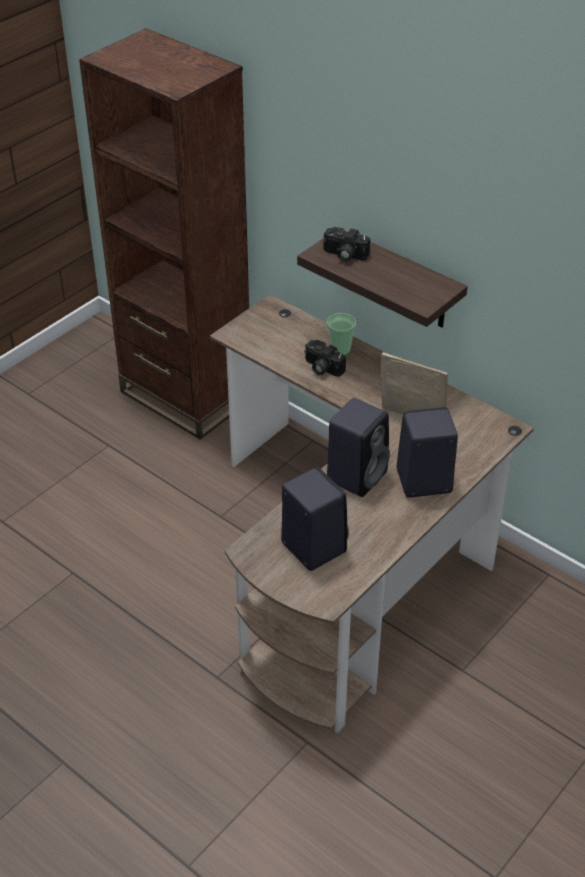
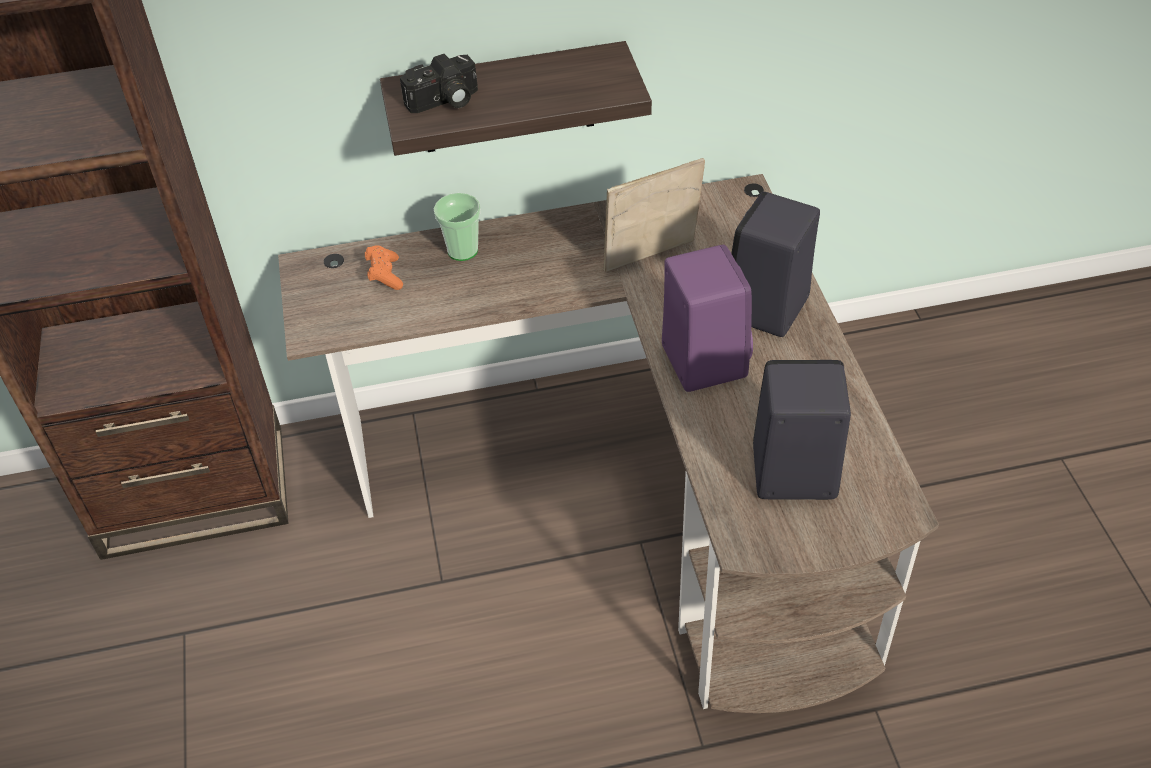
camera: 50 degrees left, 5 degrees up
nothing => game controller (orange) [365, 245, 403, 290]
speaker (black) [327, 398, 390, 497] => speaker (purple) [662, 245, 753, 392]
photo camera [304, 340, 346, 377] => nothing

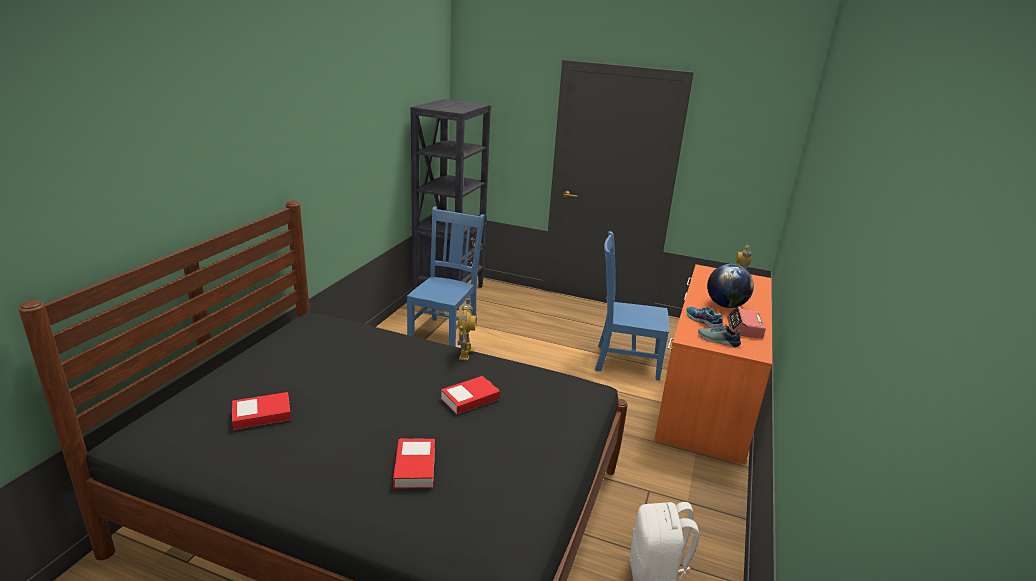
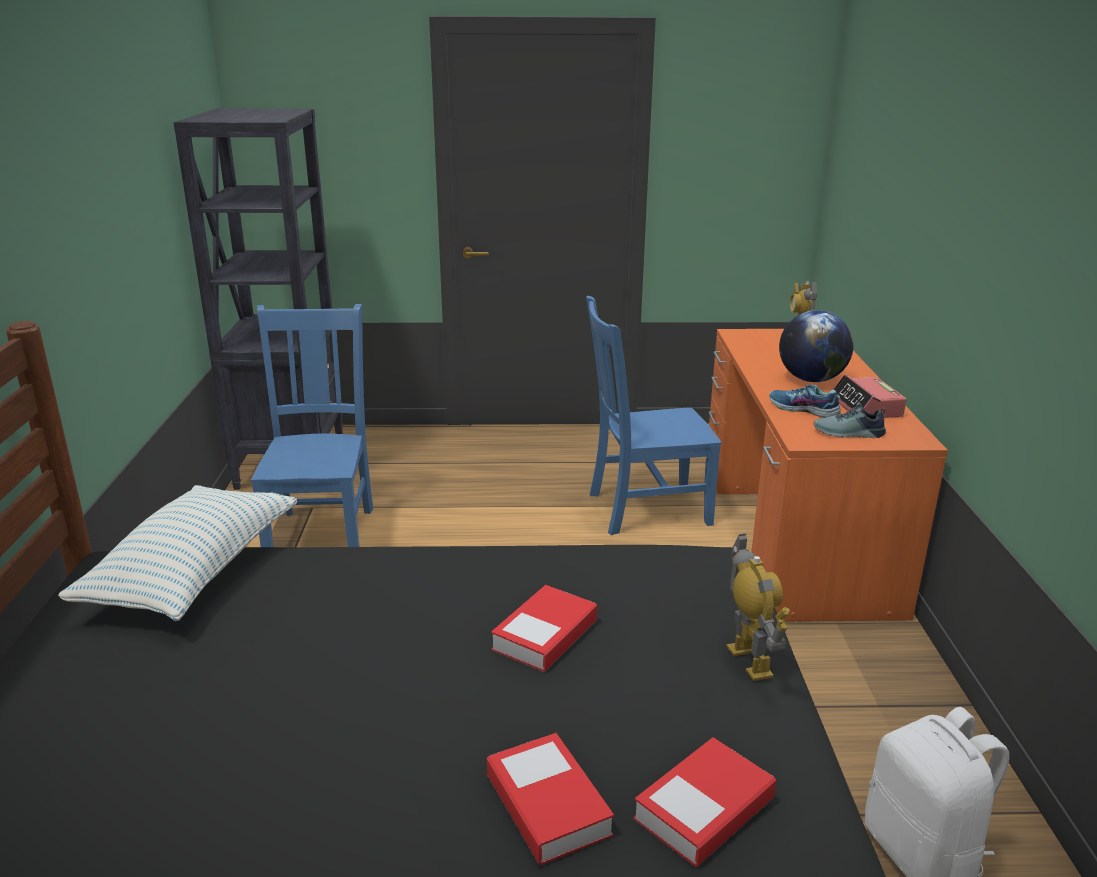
camera: 20 degrees left, 0 degrees up
nothing => pillow [58, 485, 297, 621]
book [232, 392, 291, 430] => book [634, 737, 776, 867], shifted
toy robot [457, 297, 477, 361] => toy robot [727, 534, 790, 681], shifted

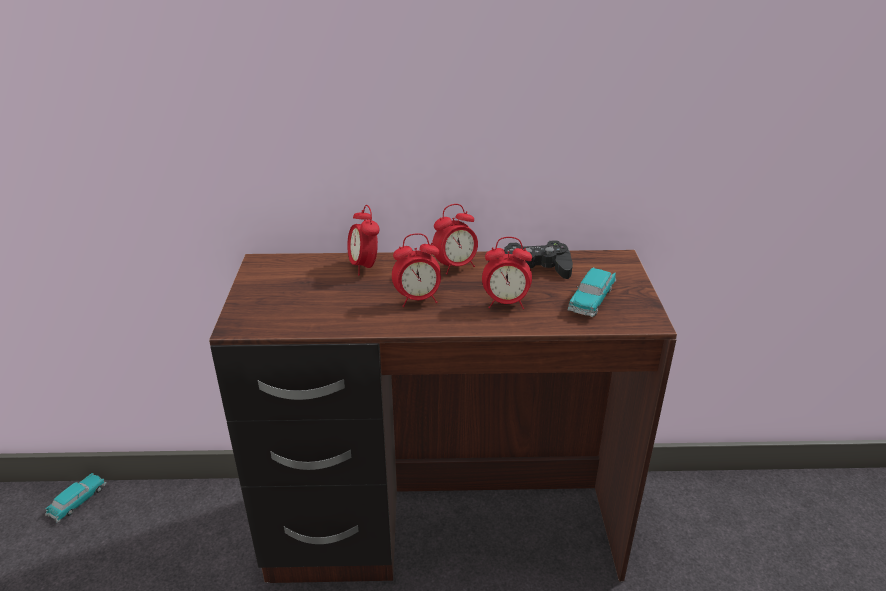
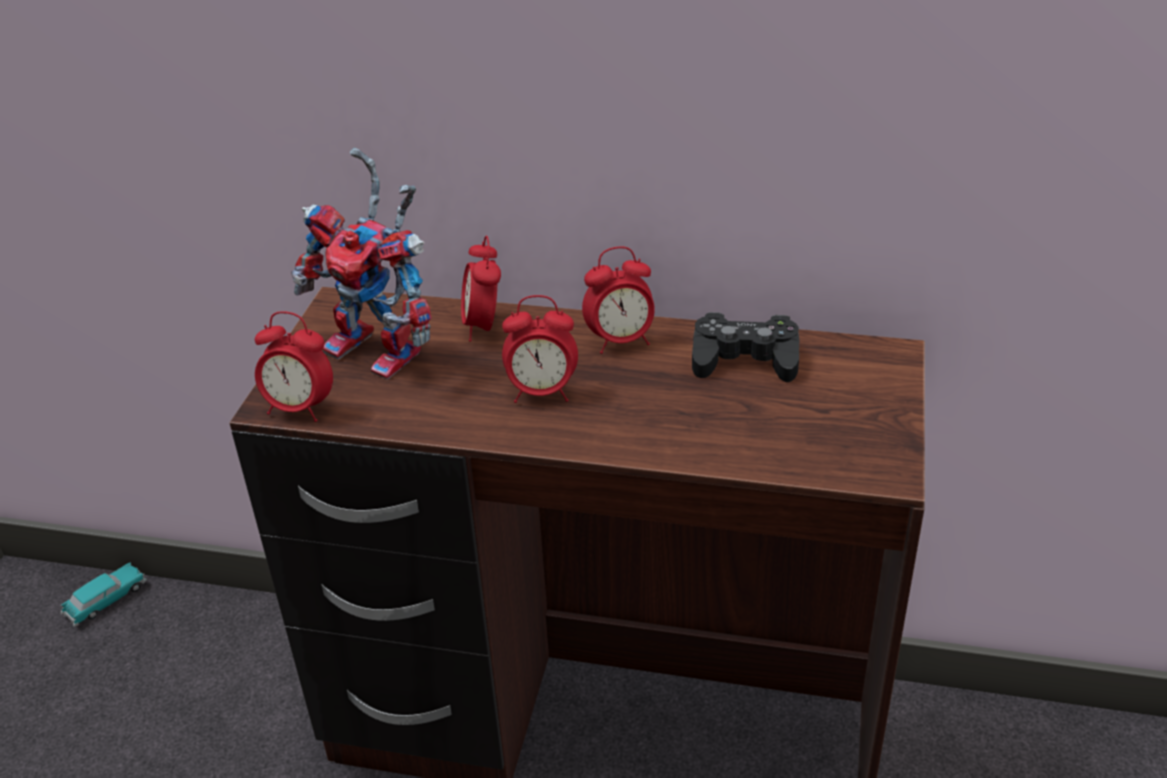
camera: 15 degrees right, 5 degrees up
alarm clock [482, 237, 532, 309] => alarm clock [255, 311, 333, 422], shifted
nothing => toy robot [291, 147, 431, 380]
toy car [567, 267, 616, 317] => nothing

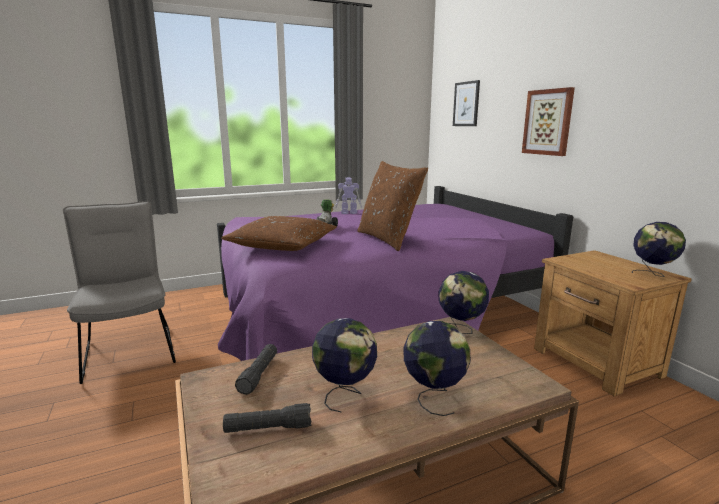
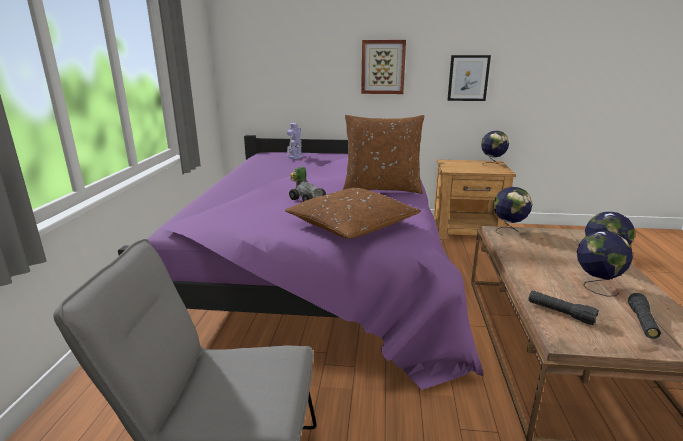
camera: 60 degrees left, 5 degrees up
toy robot [335, 178, 362, 214] => toy robot [287, 123, 303, 159], shifted
picture [453, 80, 480, 126] => picture [447, 55, 491, 101], shifted

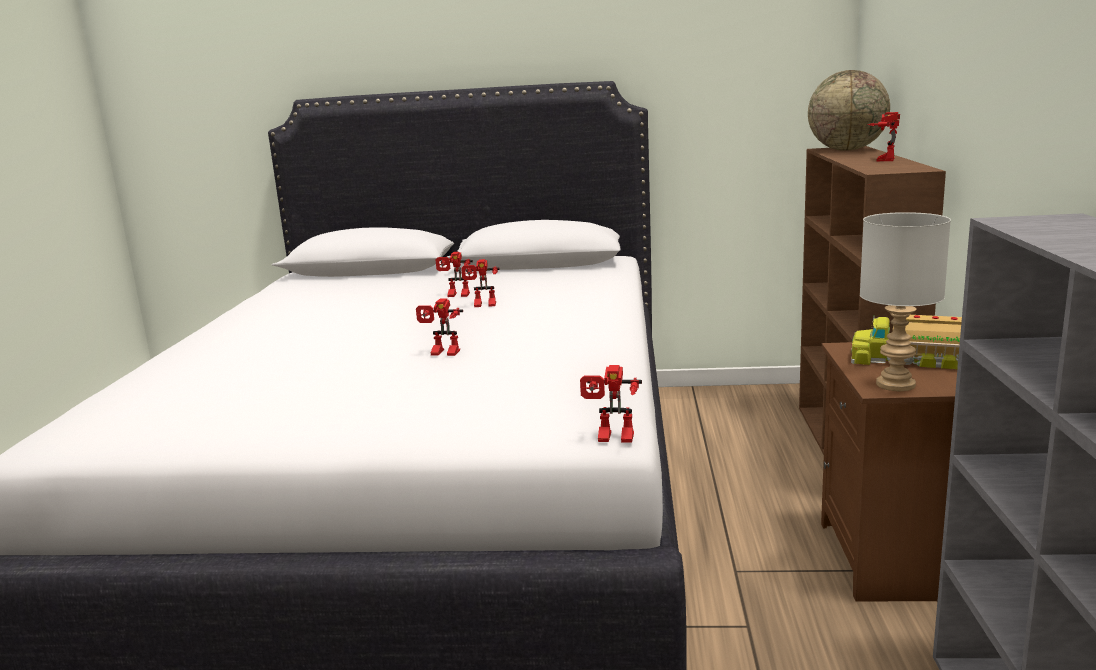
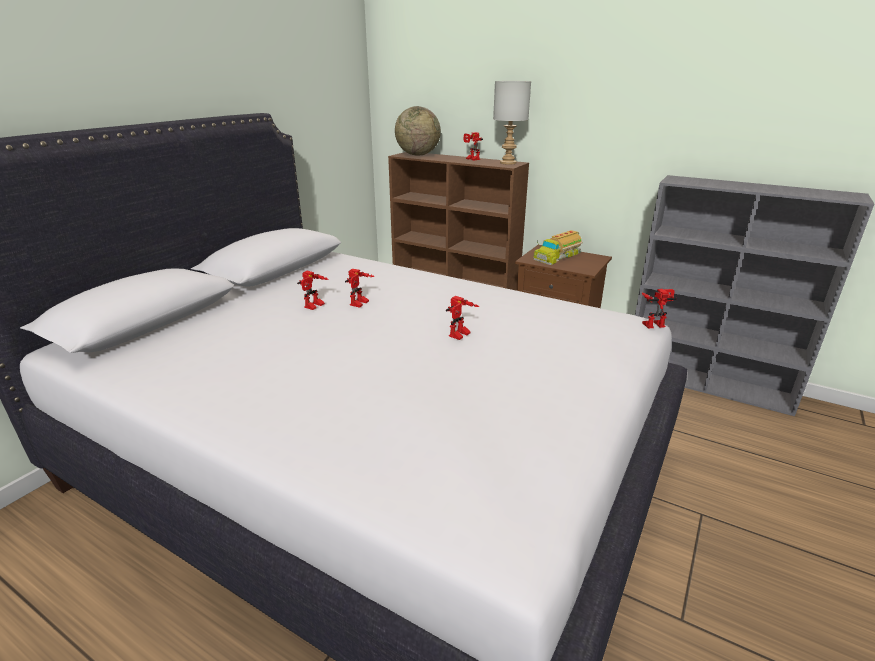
camera: 65 degrees left, 10 degrees up
table lamp (grey) [860, 212, 951, 391] => table lamp (grey) [493, 81, 531, 165], shifted
toy robot [580, 365, 642, 443] => toy robot [642, 289, 677, 329], 135 degrees counterclockwise

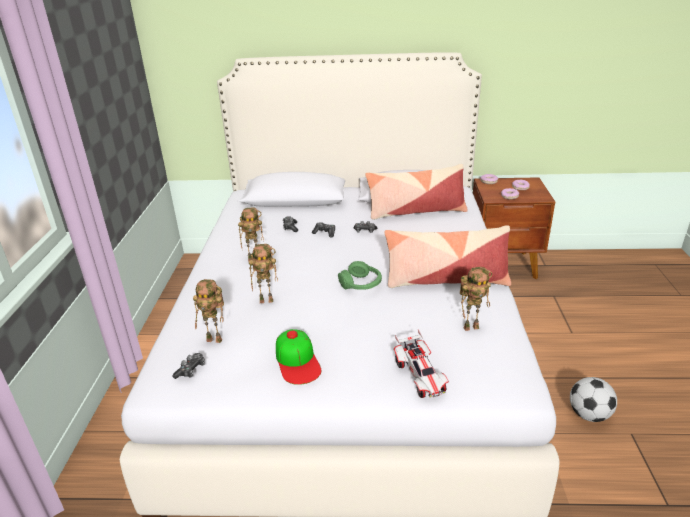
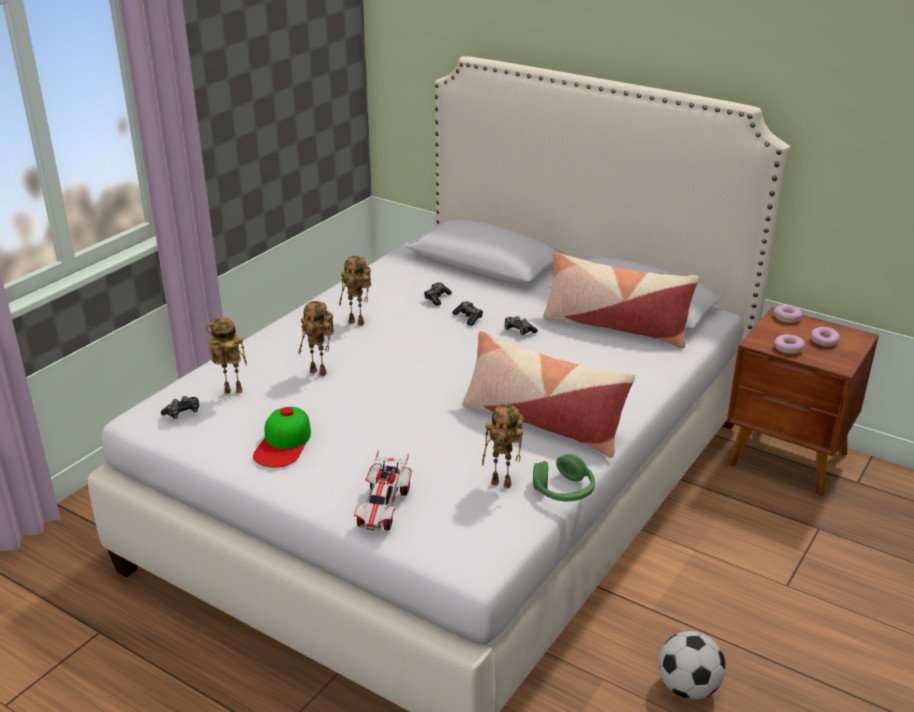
camera: 30 degrees right, 0 degrees up
toy robot [193, 279, 224, 343] => toy robot [206, 318, 247, 394], 135 degrees clockwise
headphones (green) [338, 261, 382, 290] => headphones (green) [533, 454, 595, 502], shifted

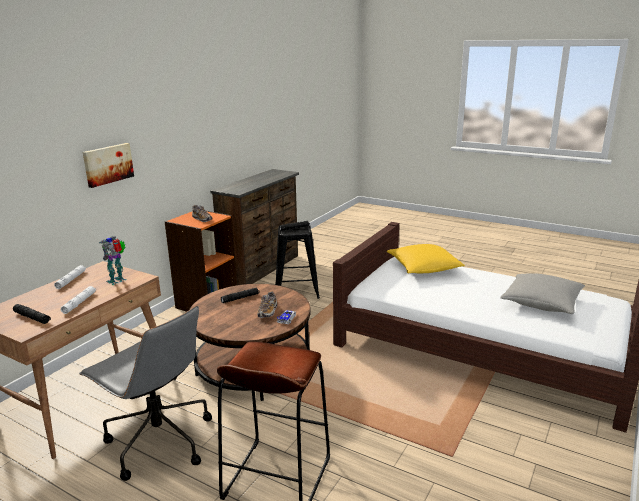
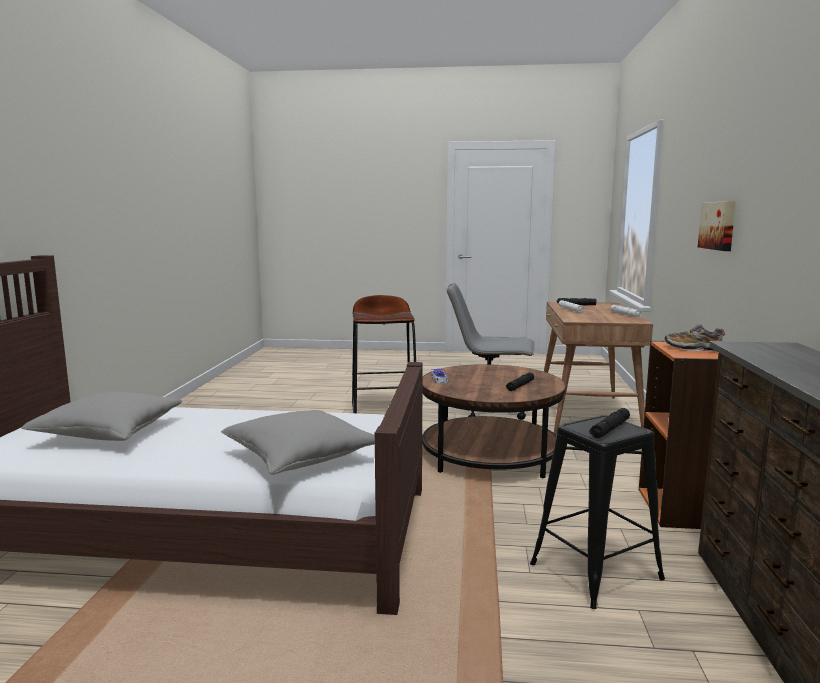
camera: 155 degrees right, 10 degrees down
pillow (yellow) [387, 244, 465, 273] => pillow (grey) [221, 410, 375, 475]
toy robot [99, 236, 127, 285] => nothing
shoe [257, 291, 277, 318] => nothing

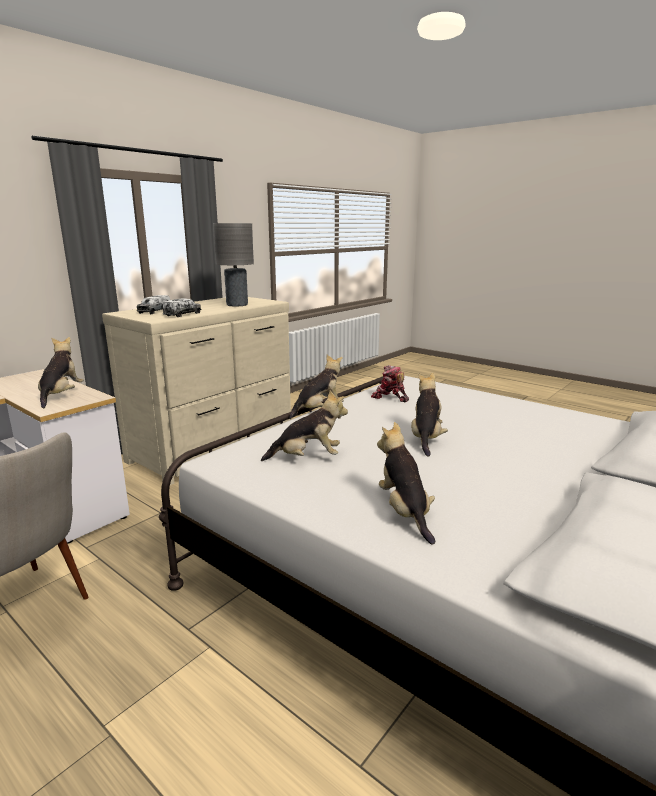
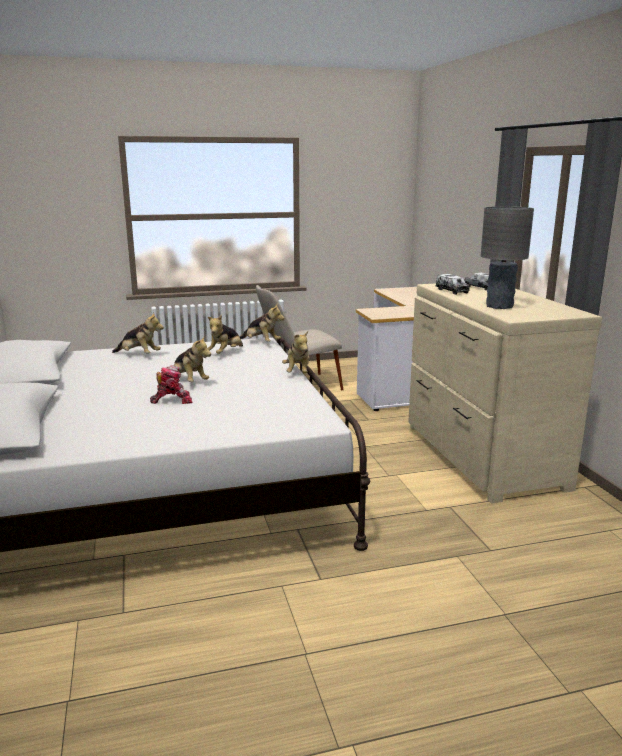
camera: 125 degrees right, 0 degrees up
toy robot [371, 365, 409, 402] => toy robot [150, 365, 192, 404], shifted
plush toy [38, 337, 84, 408] => plush toy [239, 304, 285, 342], shifted

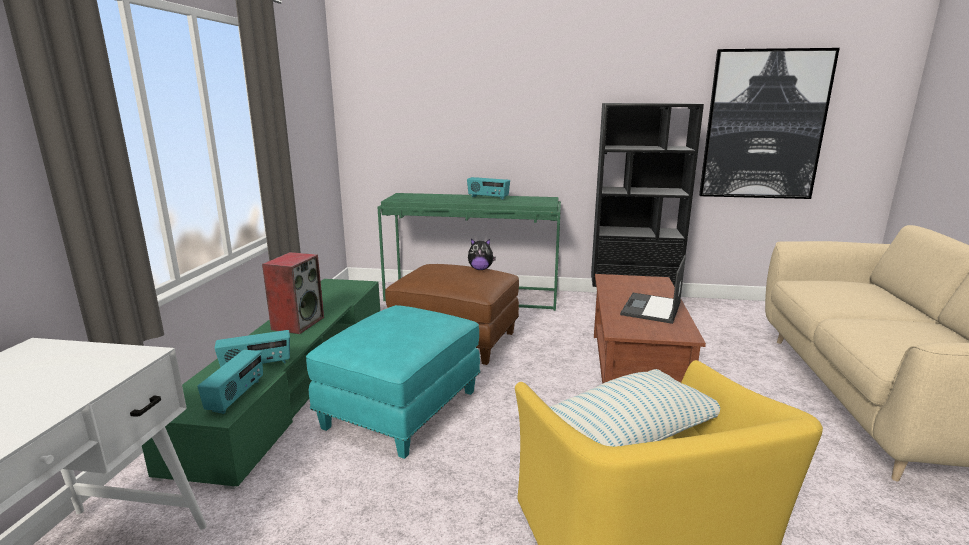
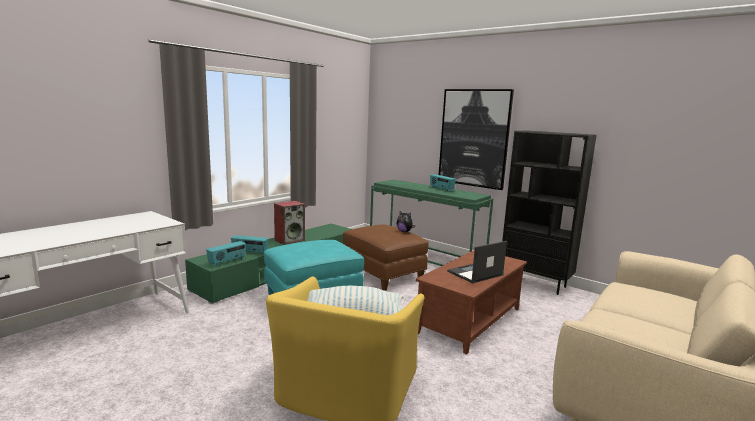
camera: 30 degrees right, 5 degrees down
picture [699, 48, 840, 199] => picture [439, 89, 514, 190], shifted

